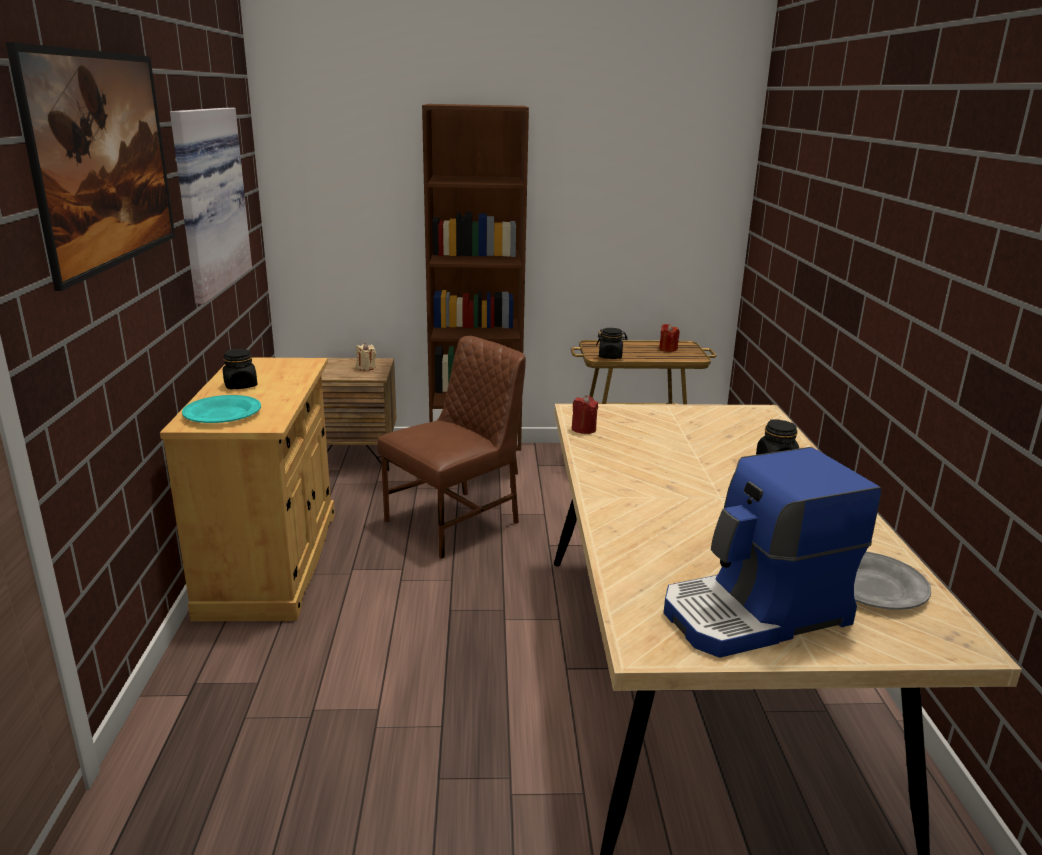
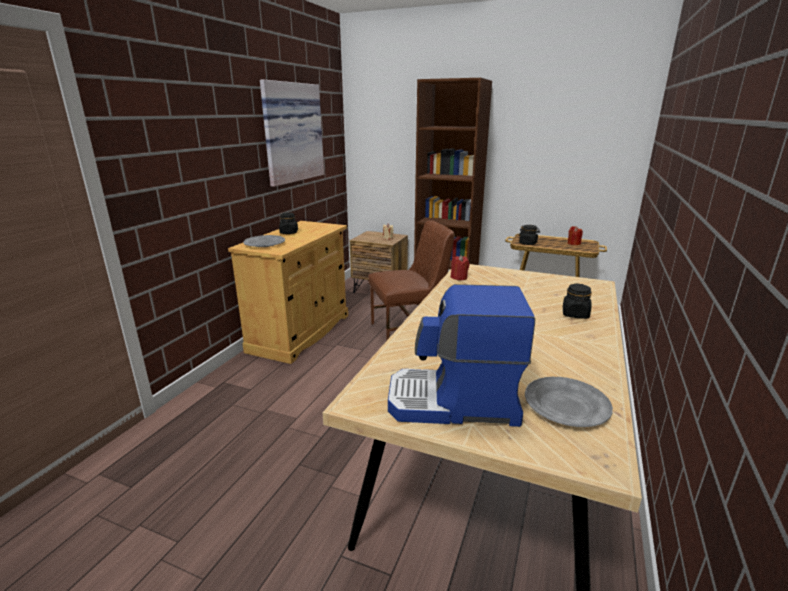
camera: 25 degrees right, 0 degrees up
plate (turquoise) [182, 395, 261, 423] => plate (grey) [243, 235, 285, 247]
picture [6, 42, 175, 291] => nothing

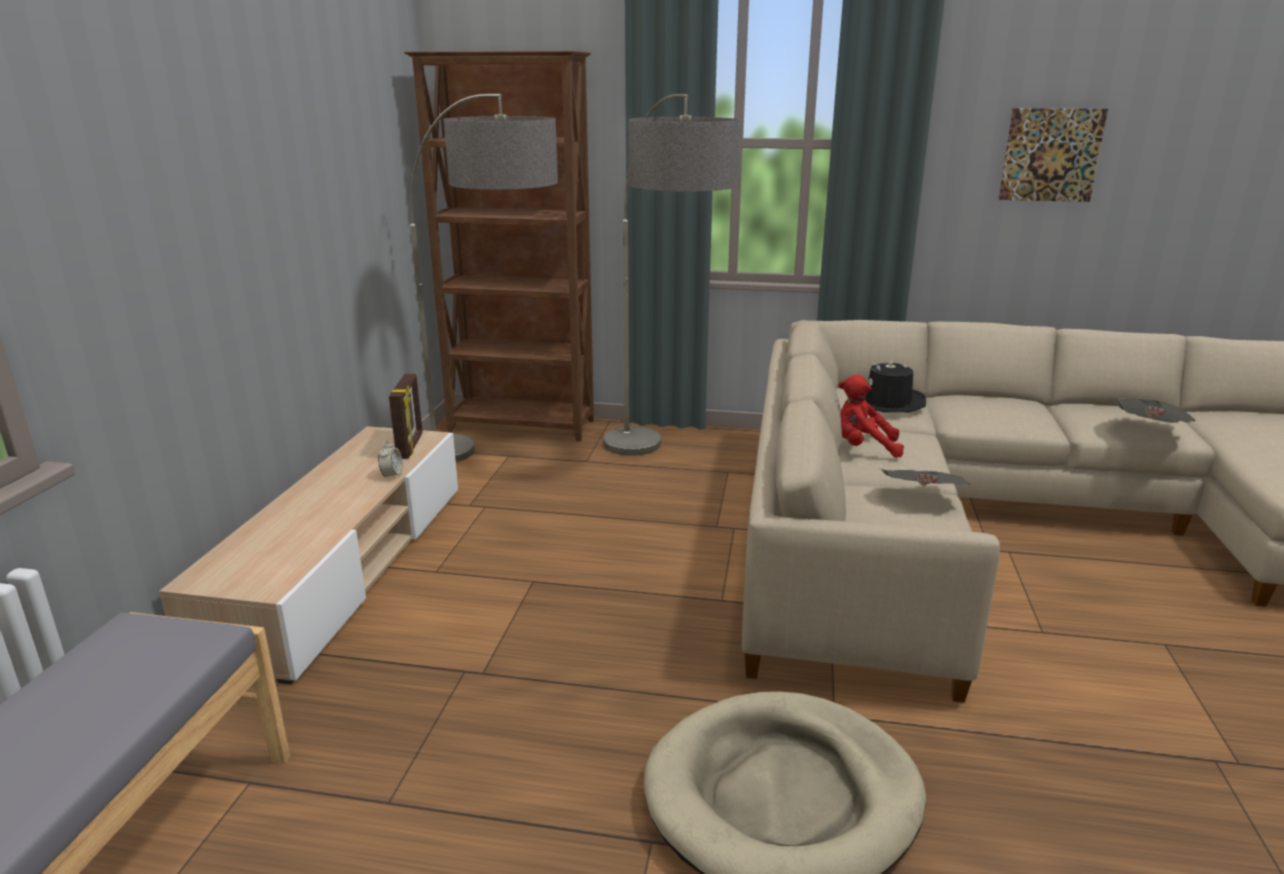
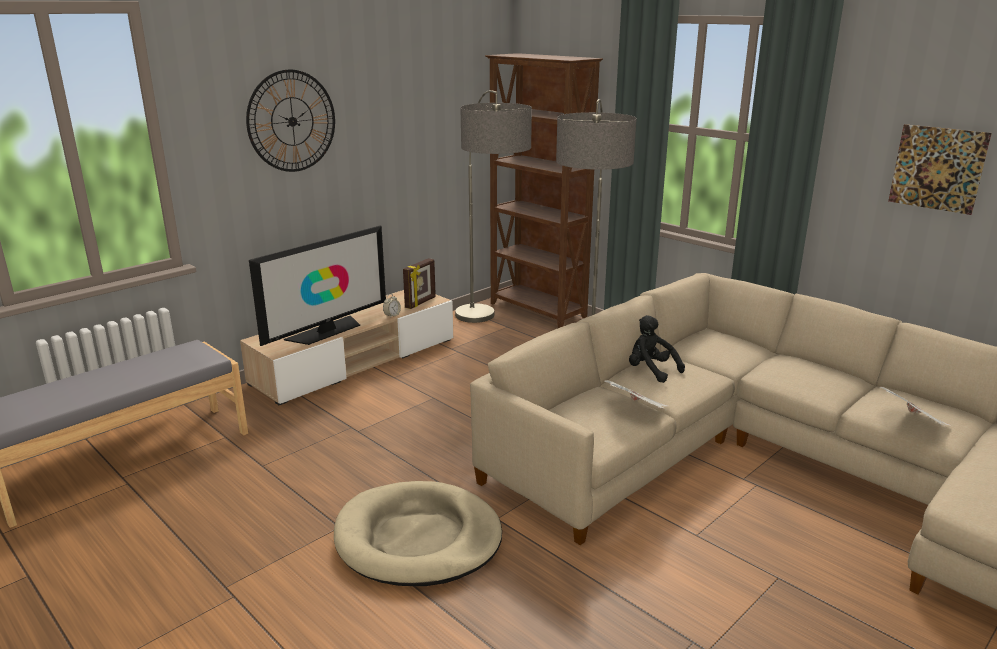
camera: 35 degrees right, 0 degrees up
nothing => wall clock [246, 69, 335, 172]
nothing => television [249, 225, 386, 346]
plush toy (red) [839, 375, 904, 458] => plush toy (black) [629, 315, 685, 383]
hat (black) [865, 360, 926, 412] => nothing

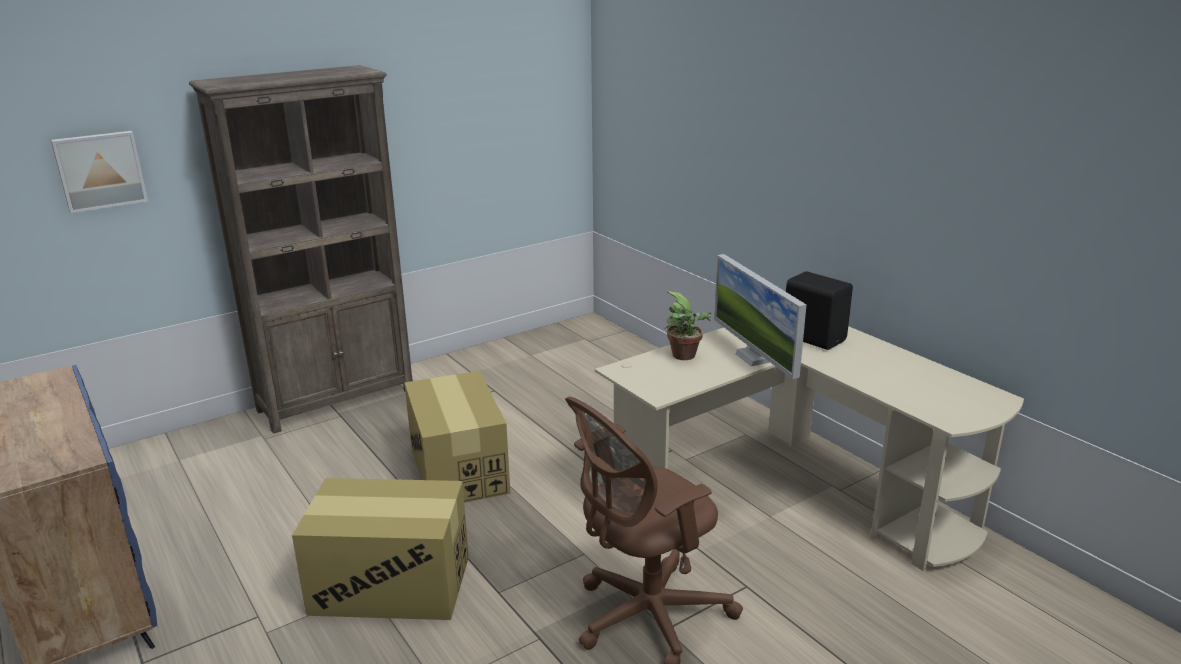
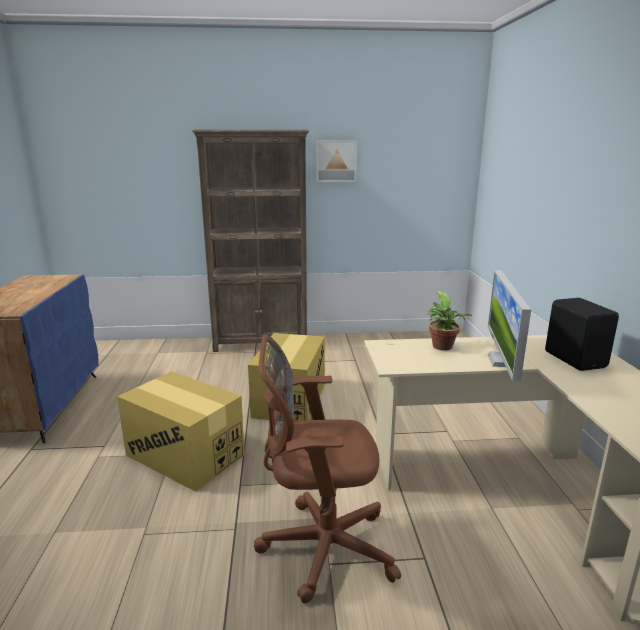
camera: 30 degrees right, 5 degrees down
picture [51, 131, 148, 213] => picture [316, 140, 357, 182], shifted

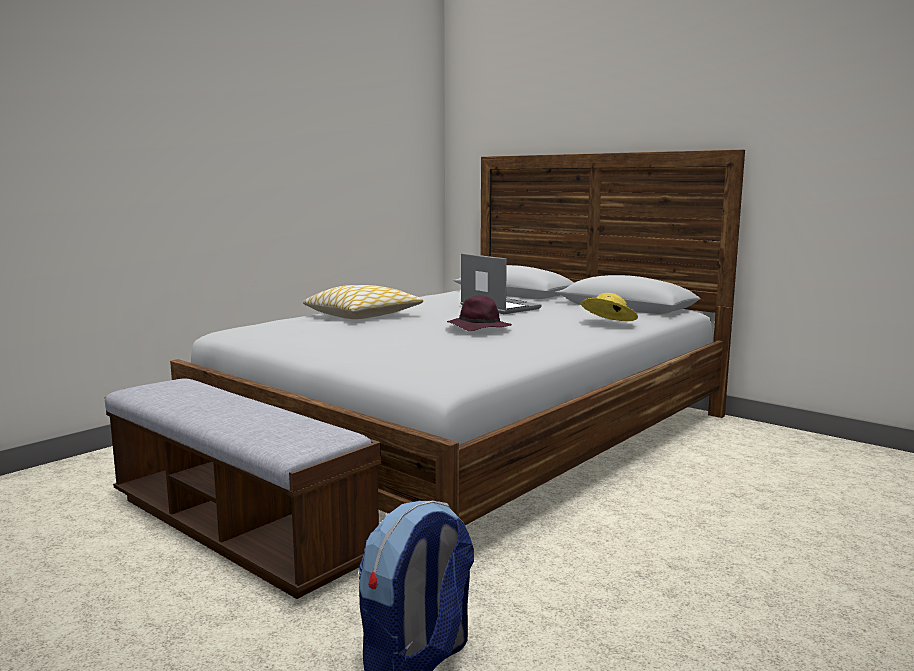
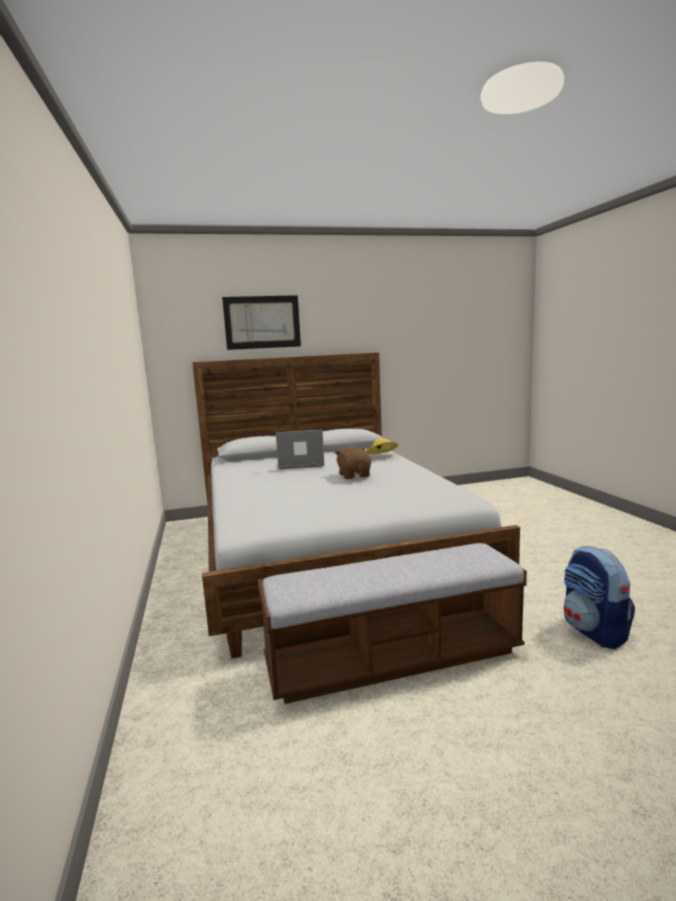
camera: 55 degrees left, 0 degrees up
nothing => picture [222, 295, 301, 350]
hat (purple) [447, 295, 512, 331] => plush toy (brown) [335, 447, 371, 479]
pillow [303, 285, 423, 319] => nothing

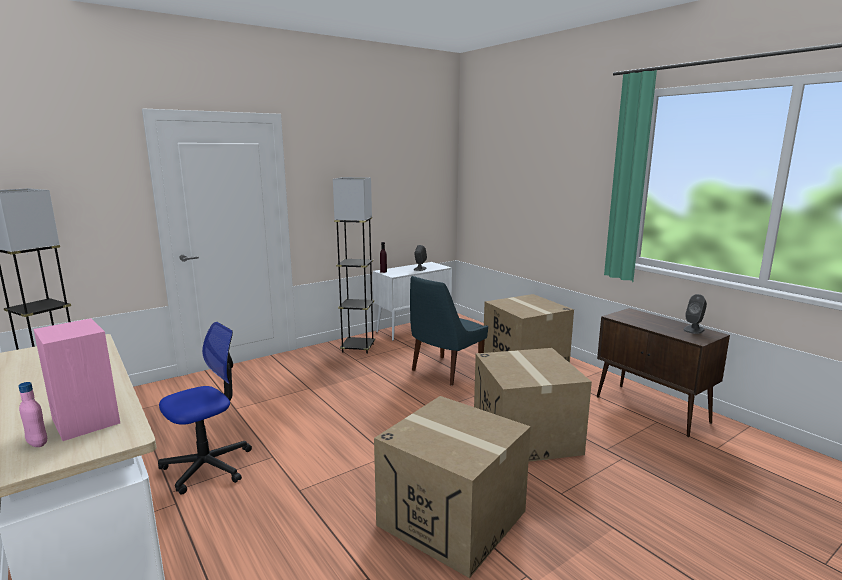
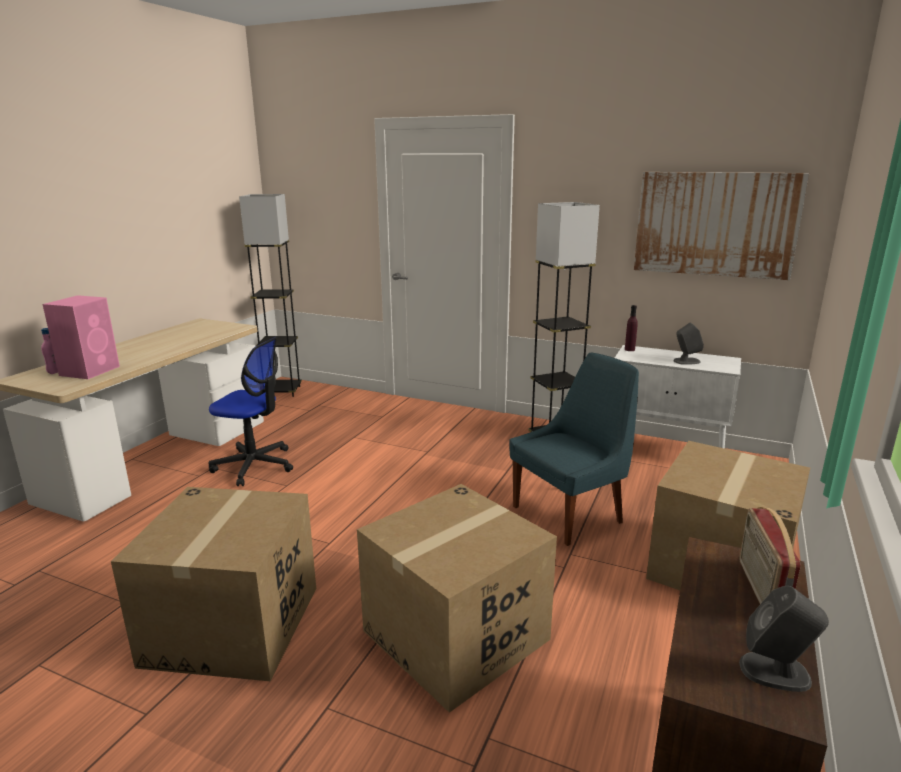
camera: 60 degrees right, 5 degrees up
chair (blue) [410, 276, 488, 386] => chair (blue) [509, 352, 639, 546], 135 degrees clockwise
nothing => picture [634, 172, 809, 280]
nothing => radio [739, 507, 801, 604]

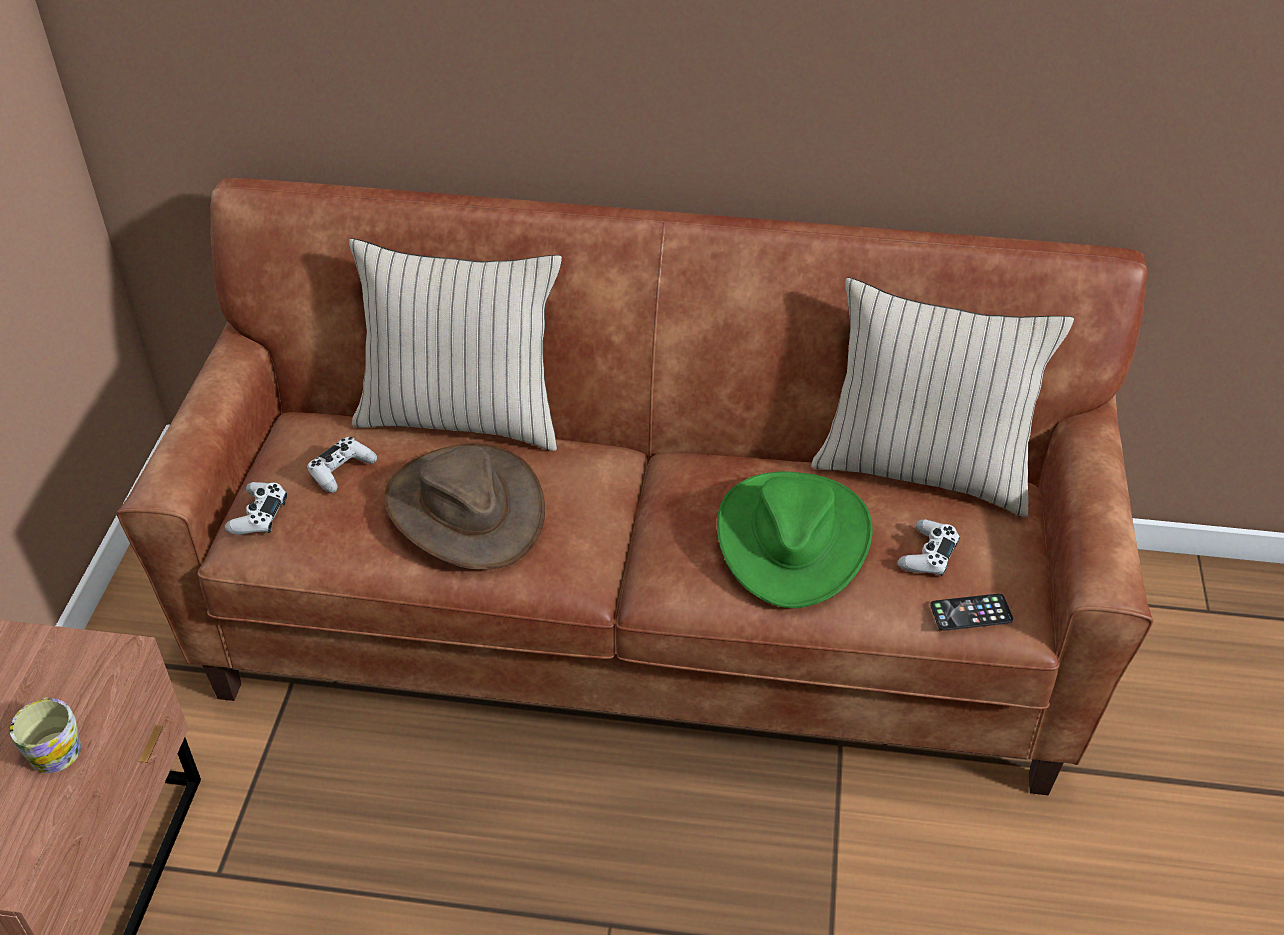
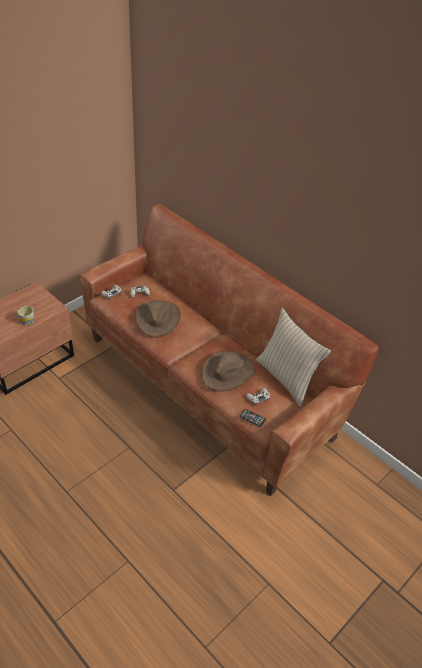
camera: 35 degrees right, 0 degrees up
hat (green) [717, 471, 873, 608] => hat (brown) [201, 351, 255, 392]
pillow (beige) [349, 238, 562, 451] => nothing

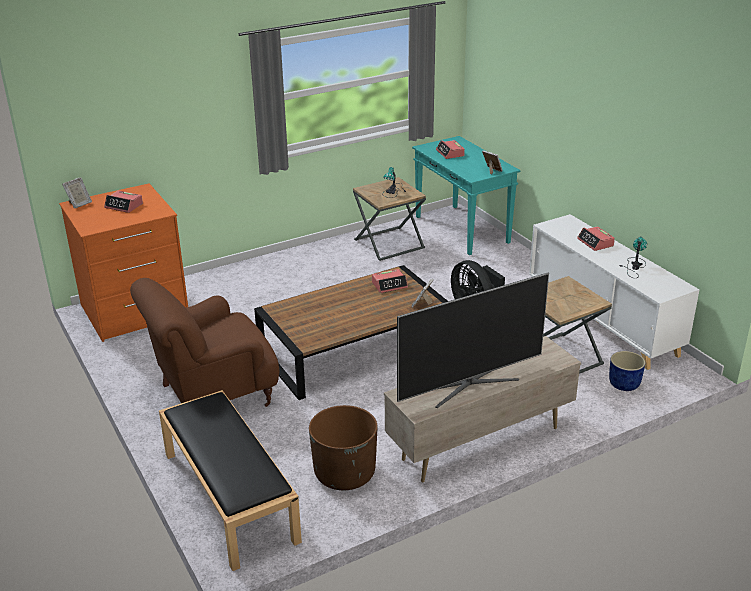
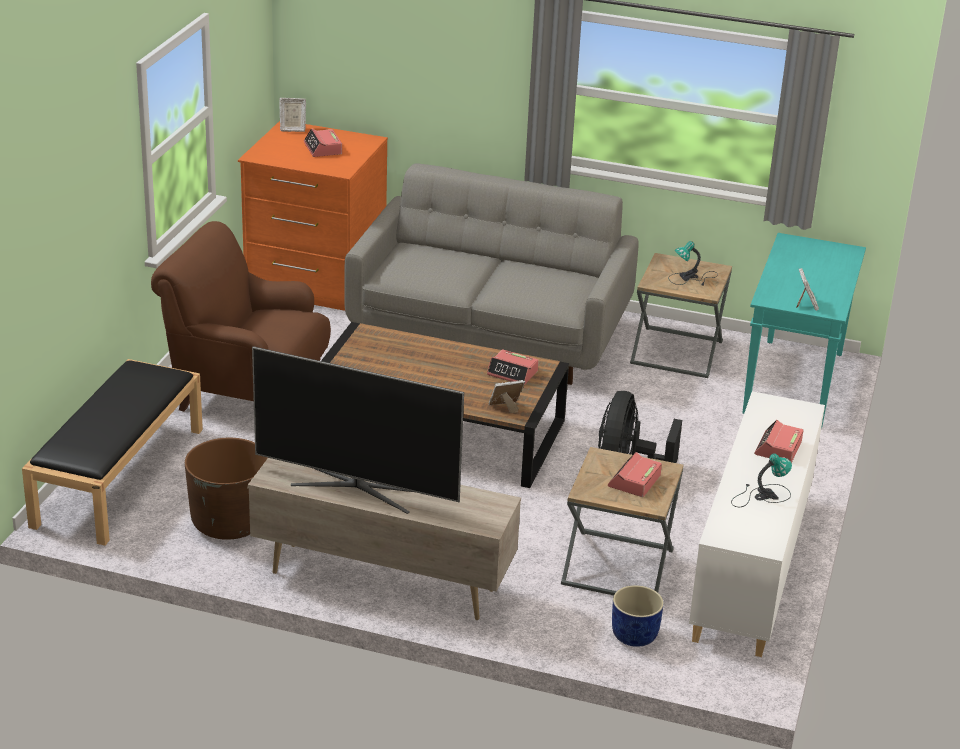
camera: 45 degrees right, 0 degrees up
nothing => sofa (grey) [344, 163, 639, 385]
alarm clock [436, 140, 465, 159] => alarm clock [608, 452, 662, 497], shifted

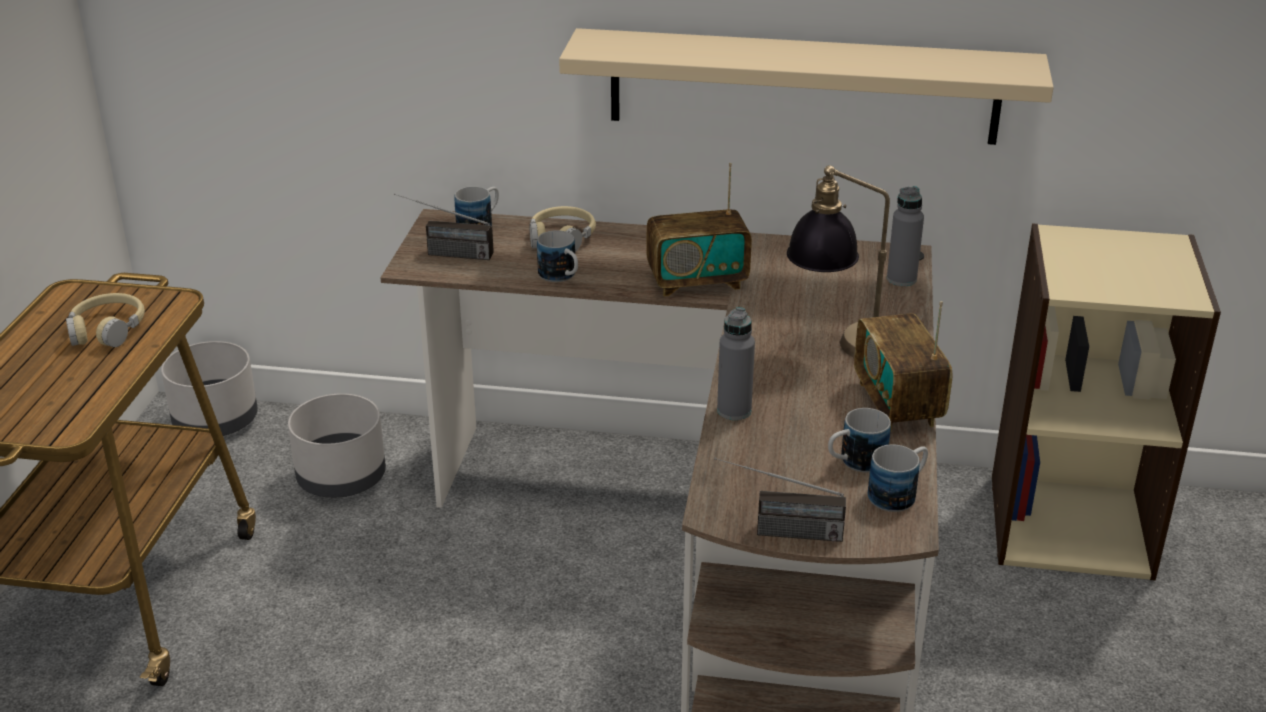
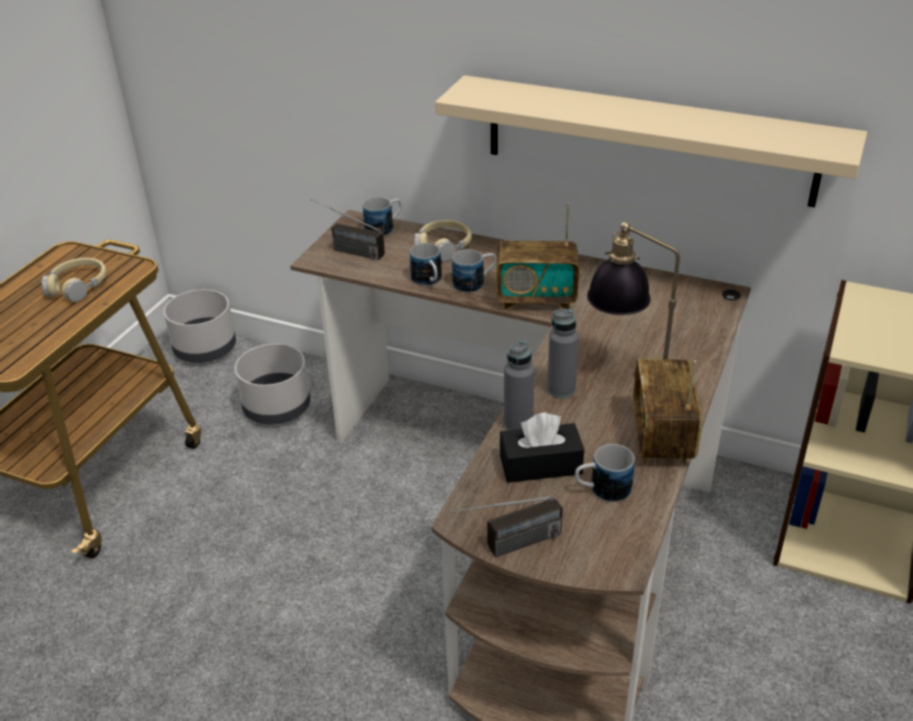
camera: 15 degrees right, 5 degrees up
radio [714, 458, 846, 542] => radio [449, 496, 563, 558], 45 degrees counterclockwise
mug [868, 444, 928, 512] => mug [452, 249, 496, 293], shifted
nothing => tissue box (black) [500, 412, 584, 483]
bottle (grey) [887, 186, 924, 286] => bottle (grey) [547, 309, 579, 399], shifted

